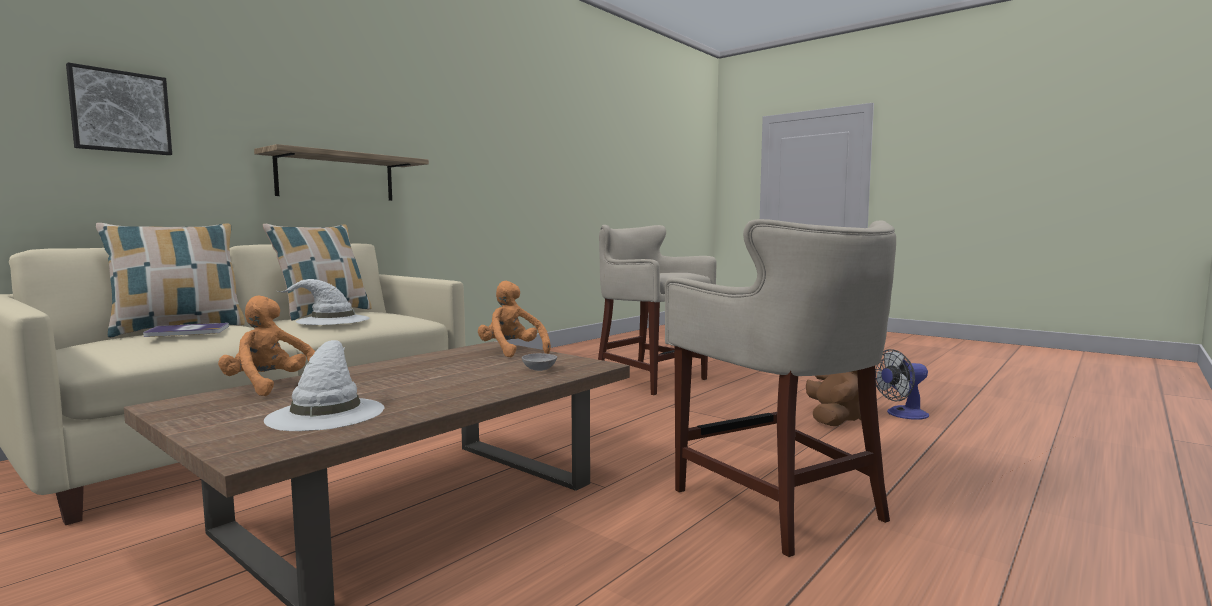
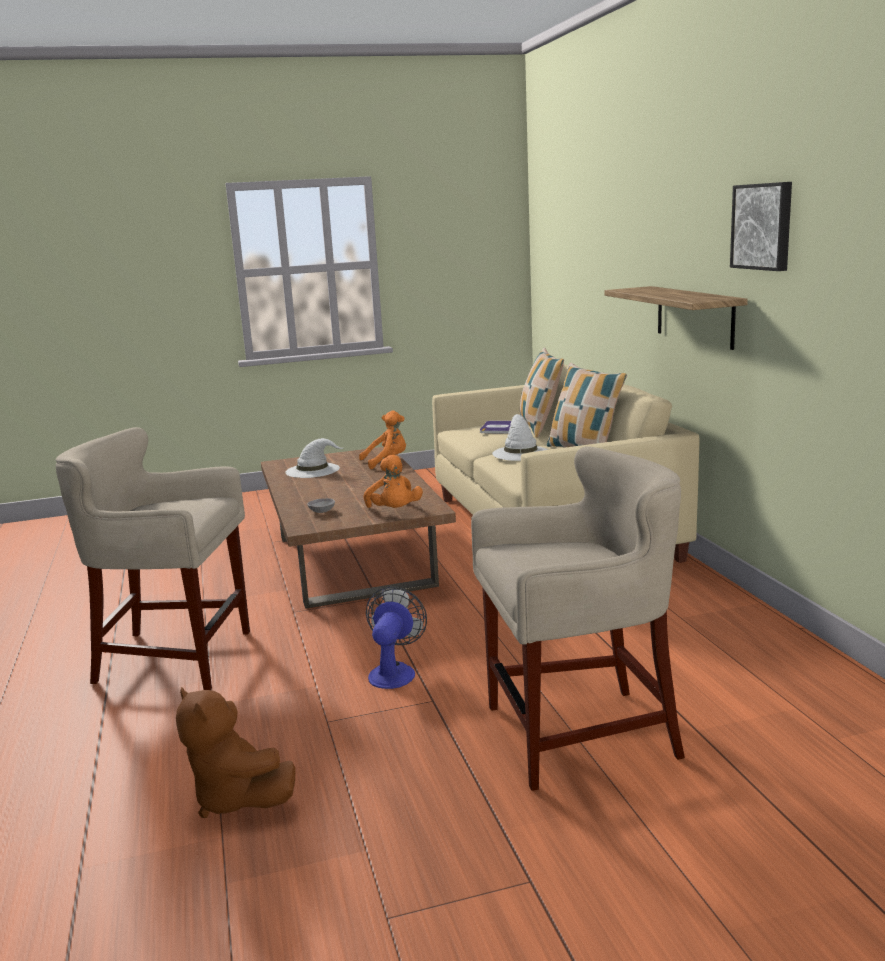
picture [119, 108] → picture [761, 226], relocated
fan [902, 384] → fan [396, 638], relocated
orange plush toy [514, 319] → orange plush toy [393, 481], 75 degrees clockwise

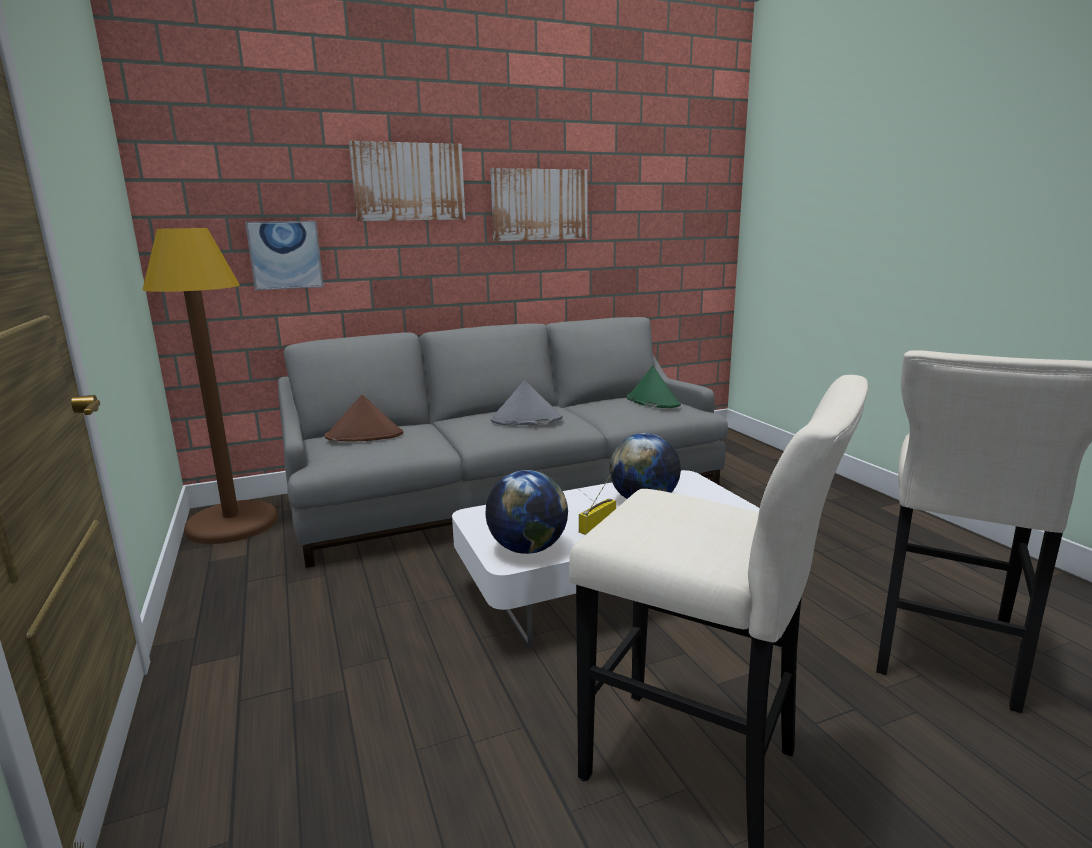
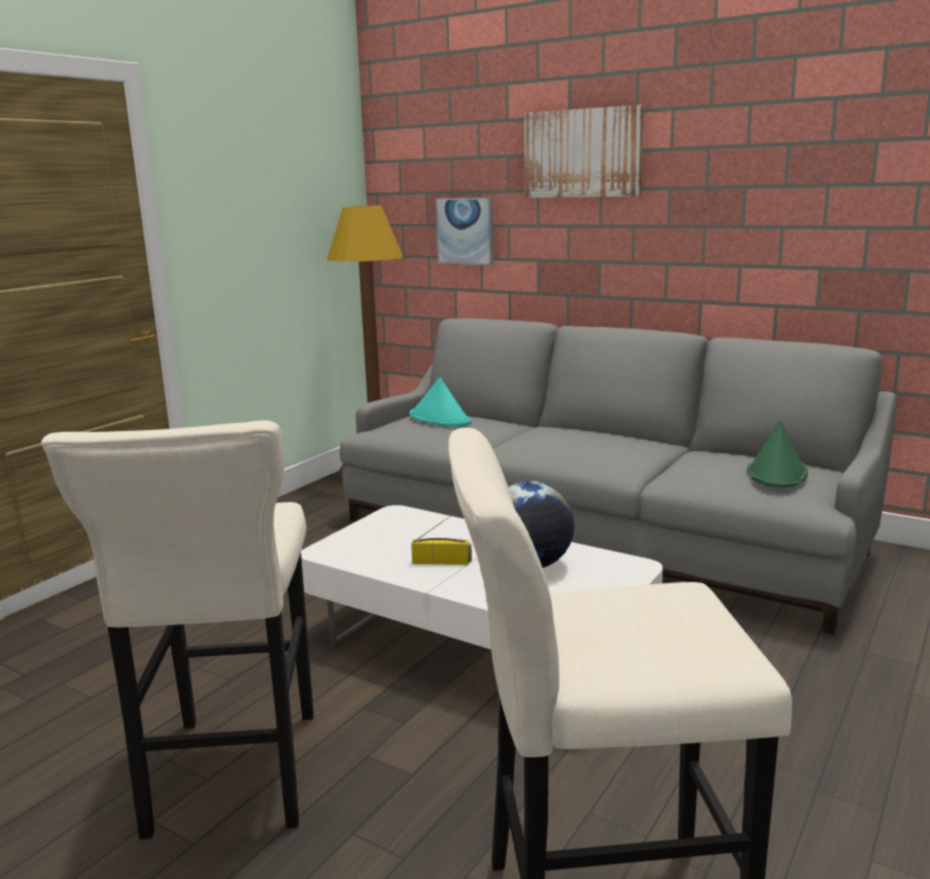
globe [526, 512] → -
picture [539, 204] → -
grey hat [527, 403] → -
brown hat [364, 418] → turquoise hat [440, 402]

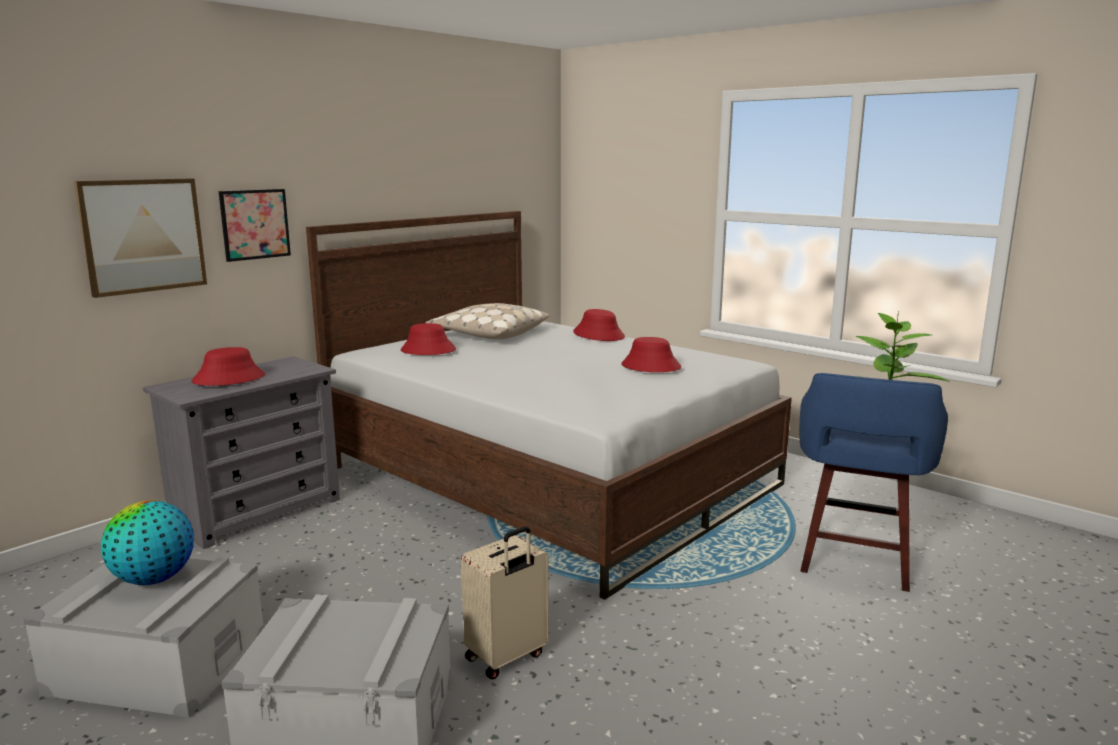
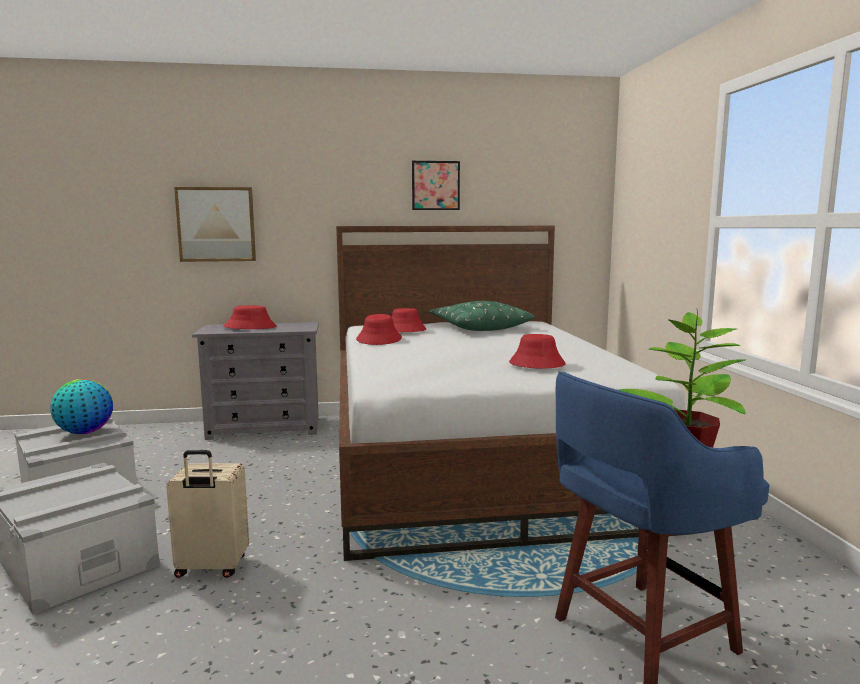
picture [255, 225] → picture [436, 185], relocated
red hat [599, 325] → red hat [379, 329], relocated
beige pillow [487, 321] → green pillow [481, 316]

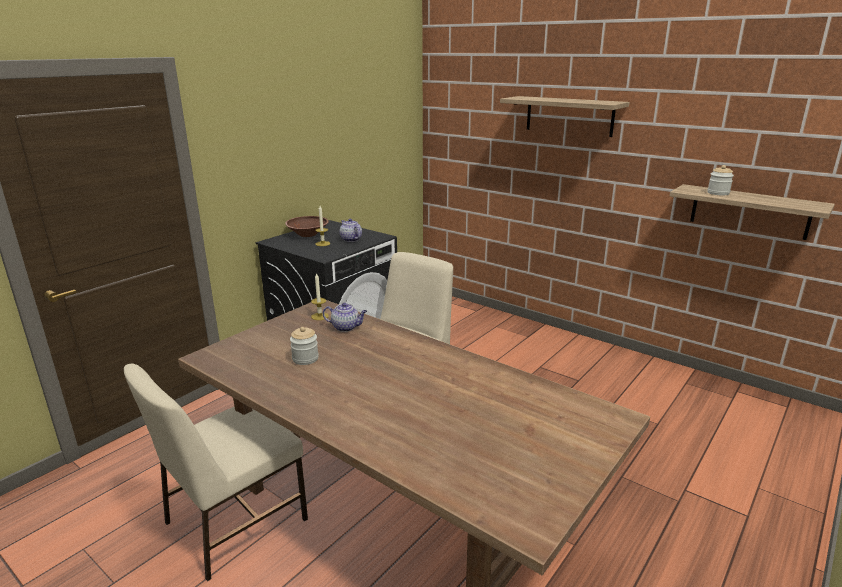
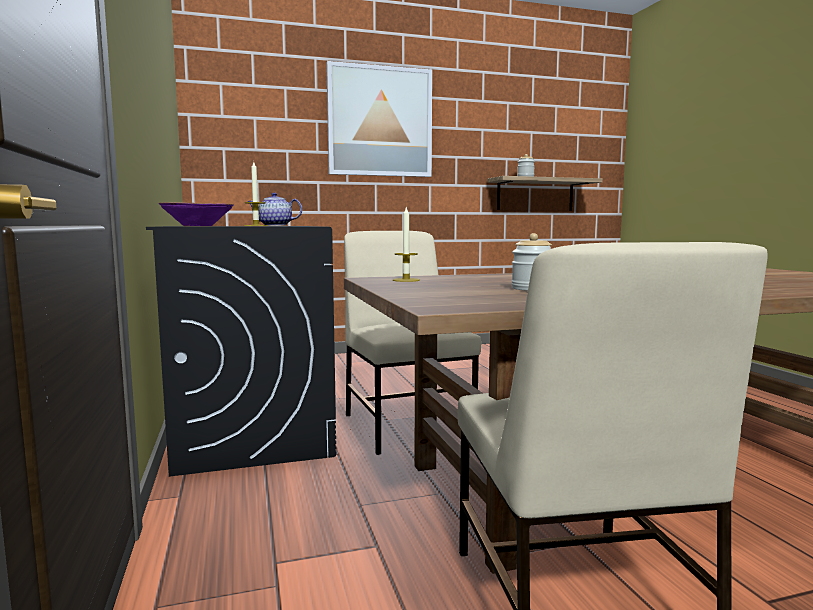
teapot [345, 317] → -
shelf [564, 116] → picture [379, 119]
brown bowl [307, 226] → purple bowl [196, 214]

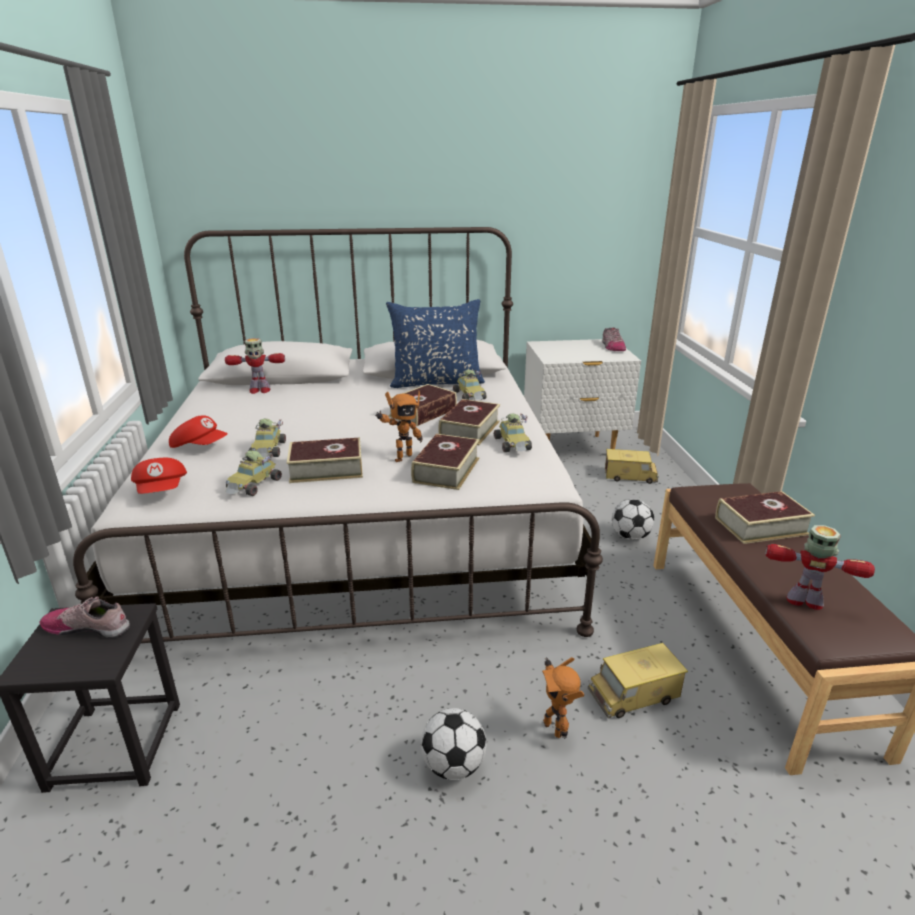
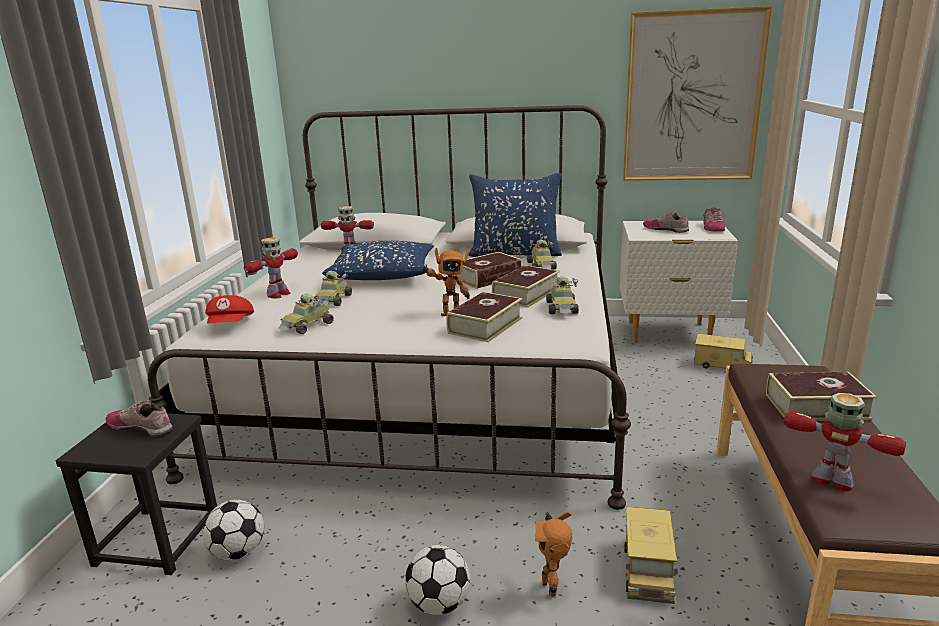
book [325, 460] → -
- → blue pillow [378, 260]
- → picture [697, 93]
- → shoe [666, 222]
football [633, 519] → football [233, 530], relocated
red cap [198, 431] → toy robot [271, 267]
toy truck [638, 681] → toy truck [651, 555], 75 degrees counterclockwise

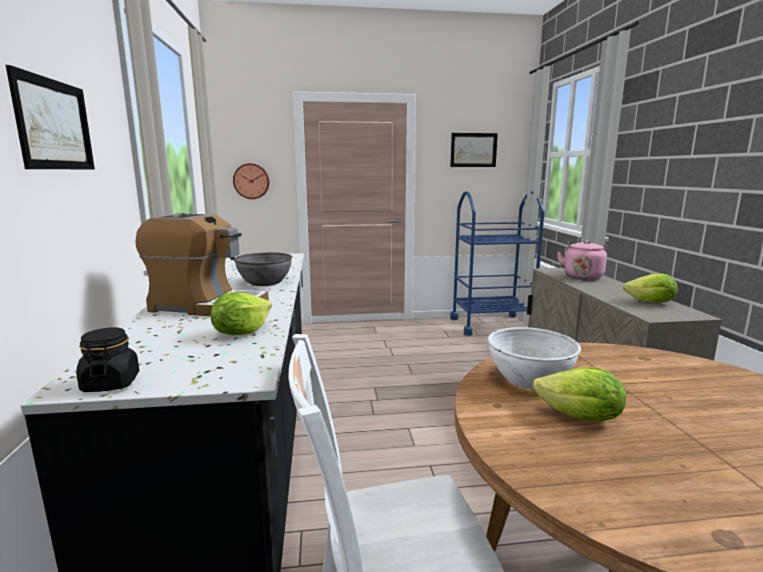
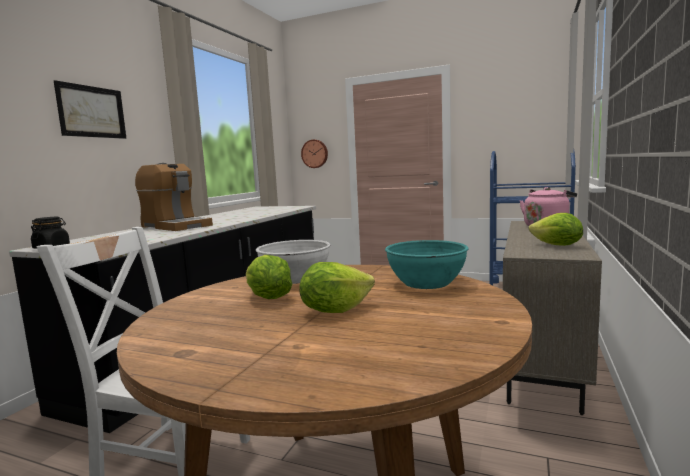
grey bowl [263, 269] → -
picture [474, 150] → -
- → turquoise bowl [427, 264]
lettuce [241, 313] → lettuce [337, 287], relocated

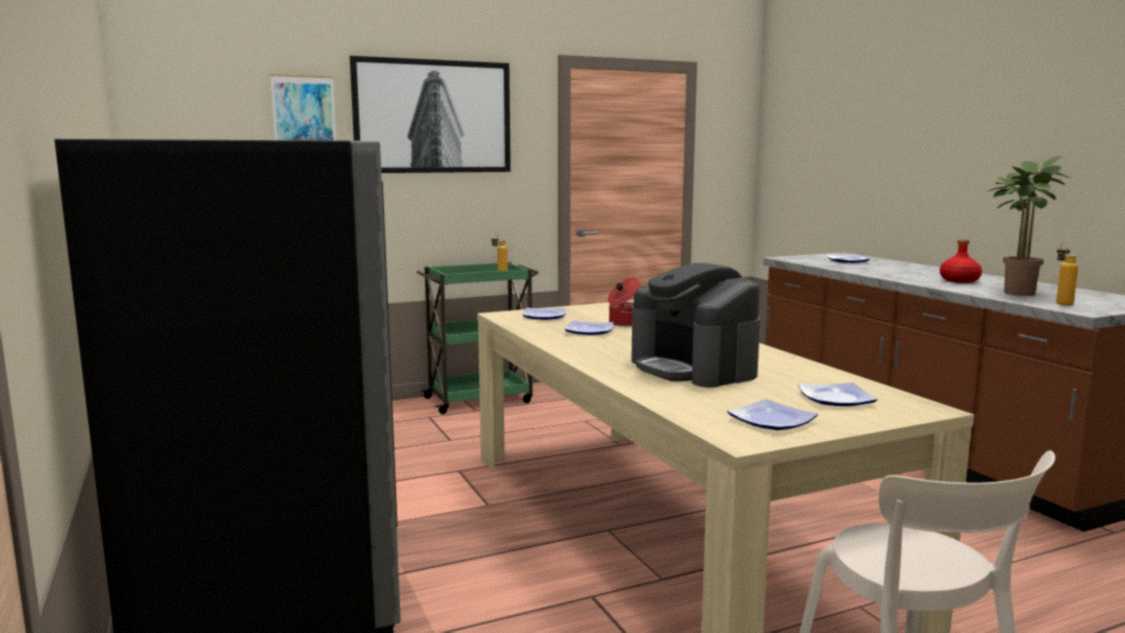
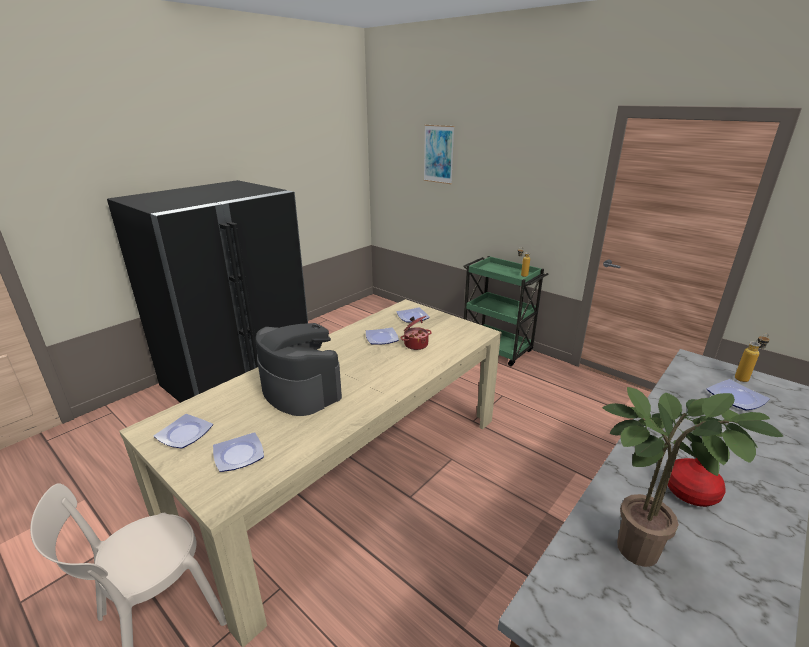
picture [430, 114] → -
bottle [1067, 273] → bottle [752, 357], relocated
coffee machine [695, 325] → coffee machine [298, 369], 105 degrees clockwise

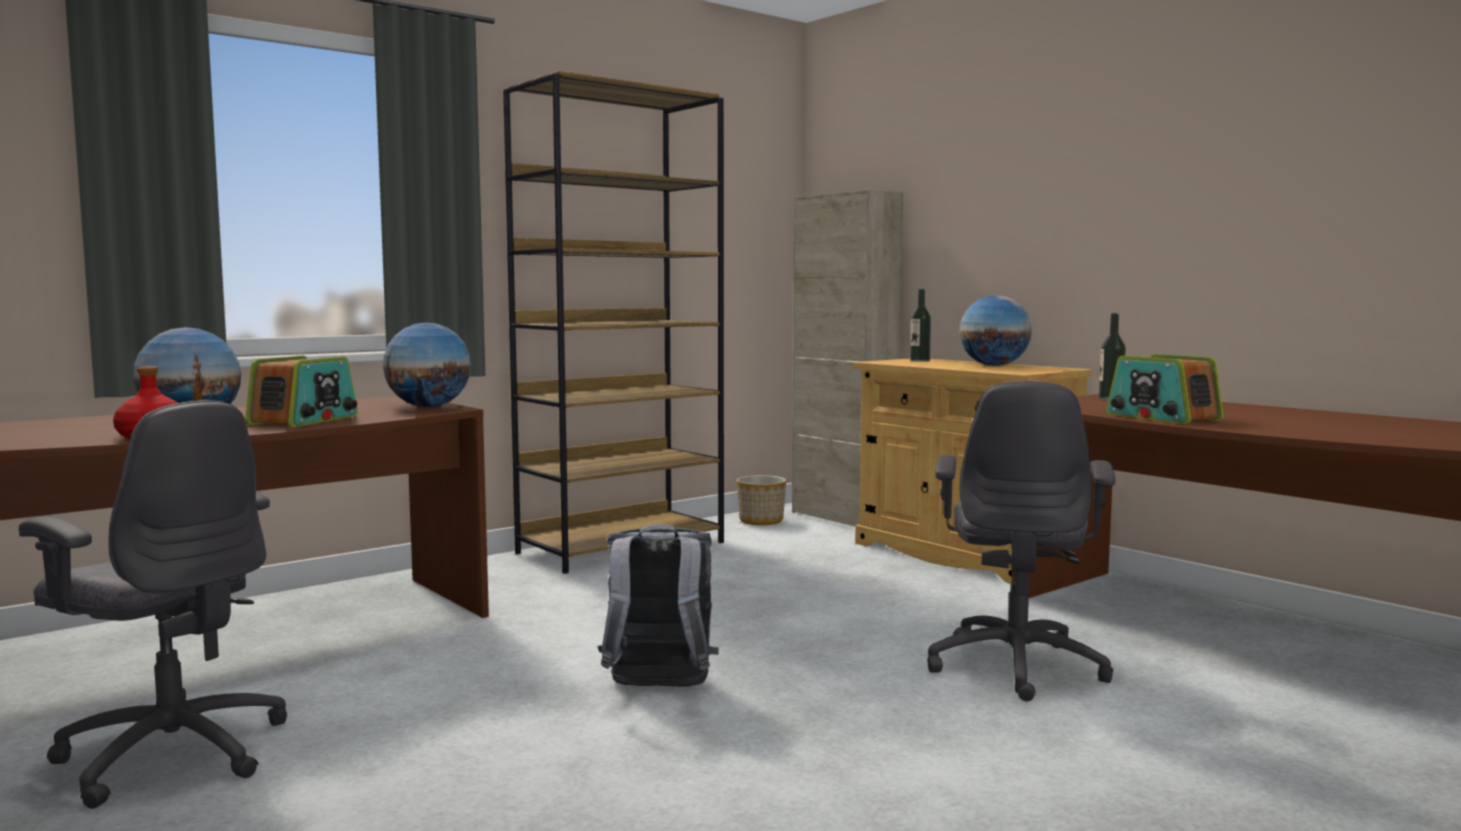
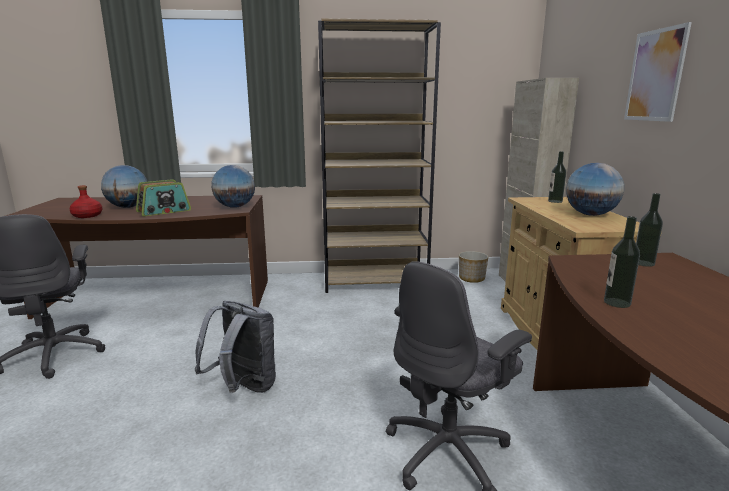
- → picture [658, 72]
radio [1165, 389] → bottle [622, 262]

